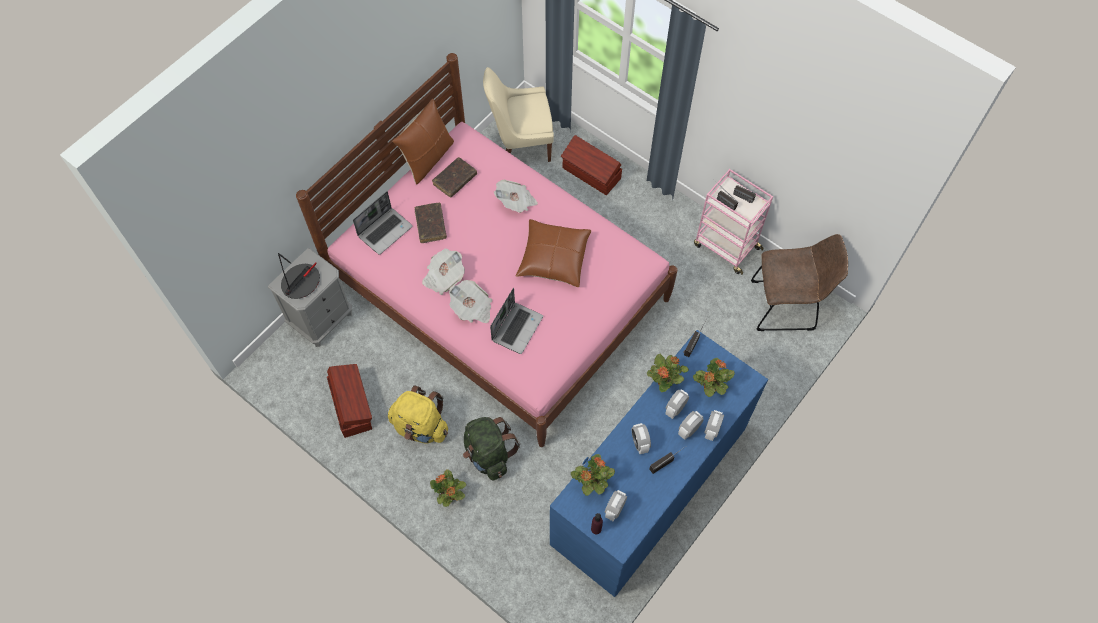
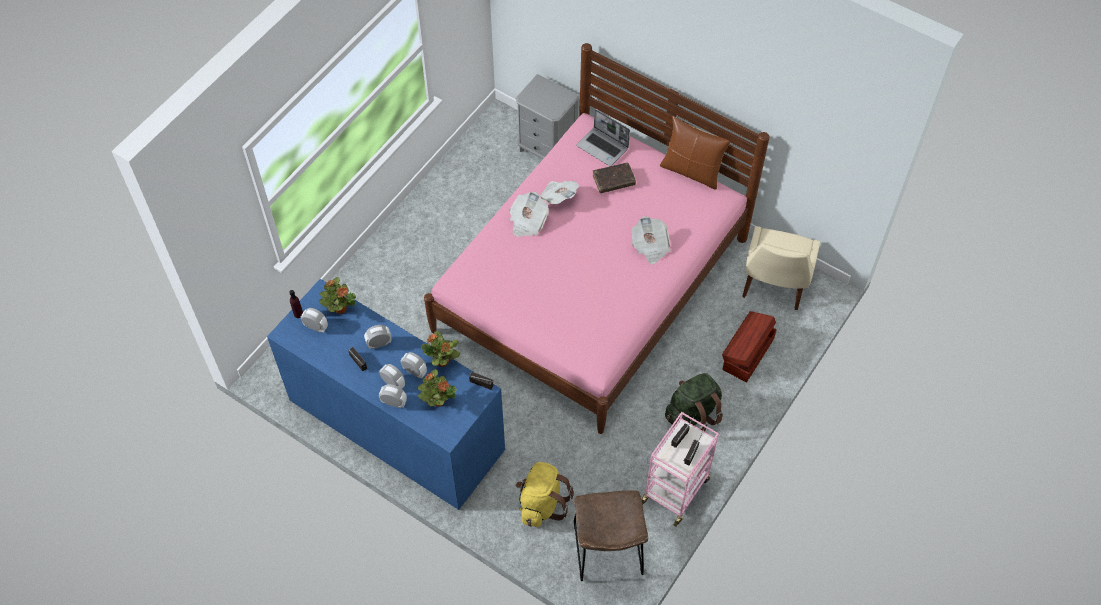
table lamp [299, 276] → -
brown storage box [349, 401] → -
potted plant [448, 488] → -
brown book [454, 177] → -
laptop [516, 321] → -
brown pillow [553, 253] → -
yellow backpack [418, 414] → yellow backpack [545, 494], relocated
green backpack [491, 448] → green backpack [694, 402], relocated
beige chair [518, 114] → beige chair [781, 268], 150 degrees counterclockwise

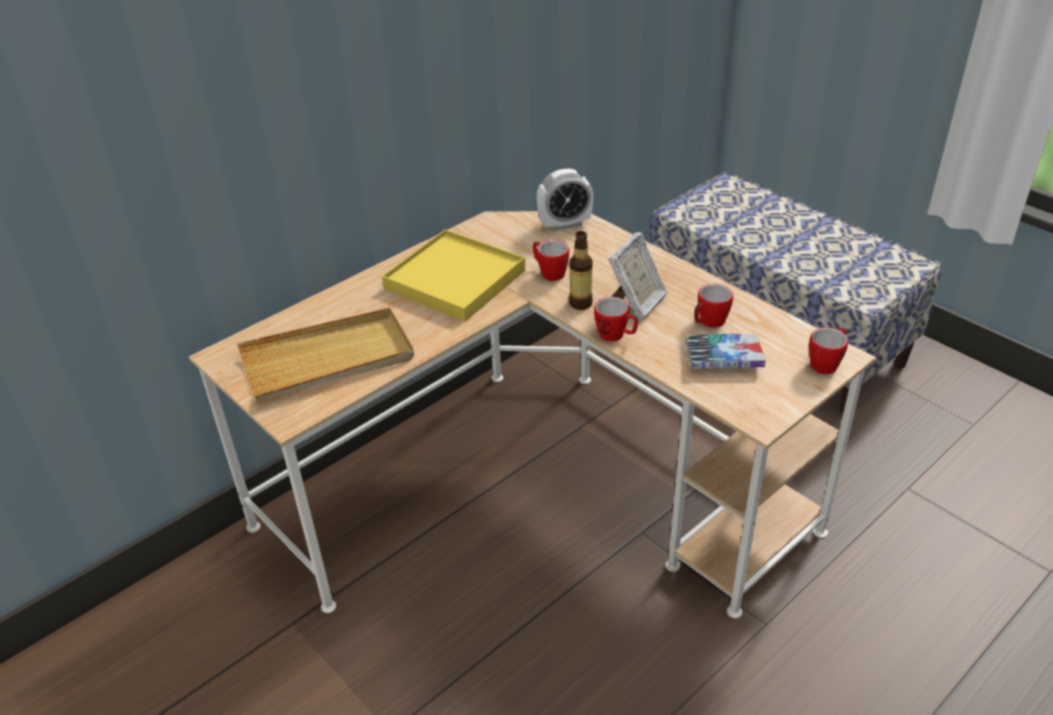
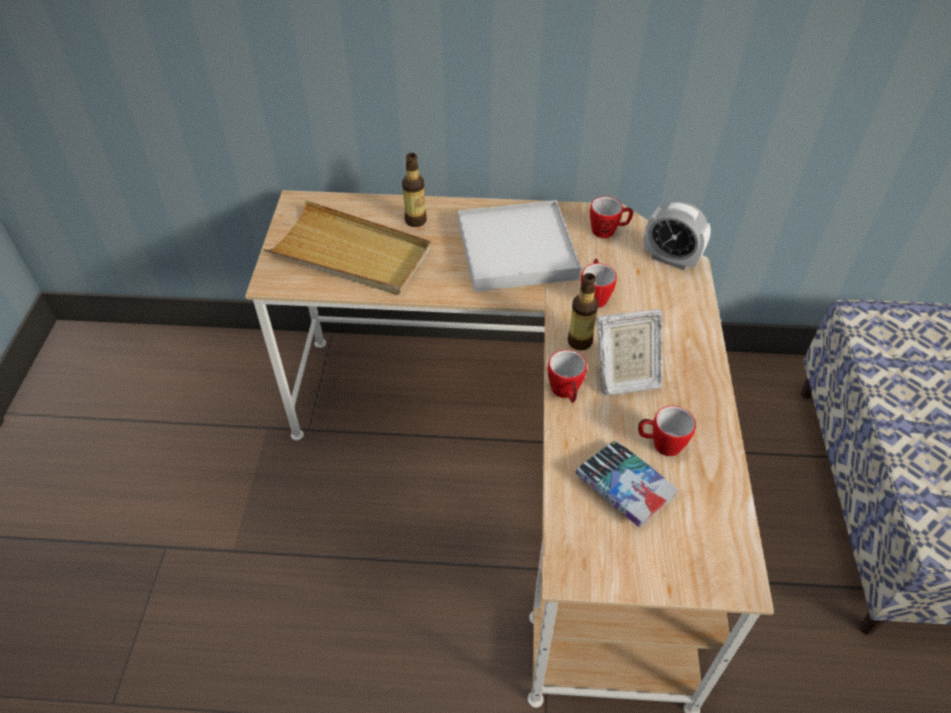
- → bottle [414, 190]
mug [828, 350] → mug [611, 217], relocated
yellow tray [453, 275] → white tray [519, 246]

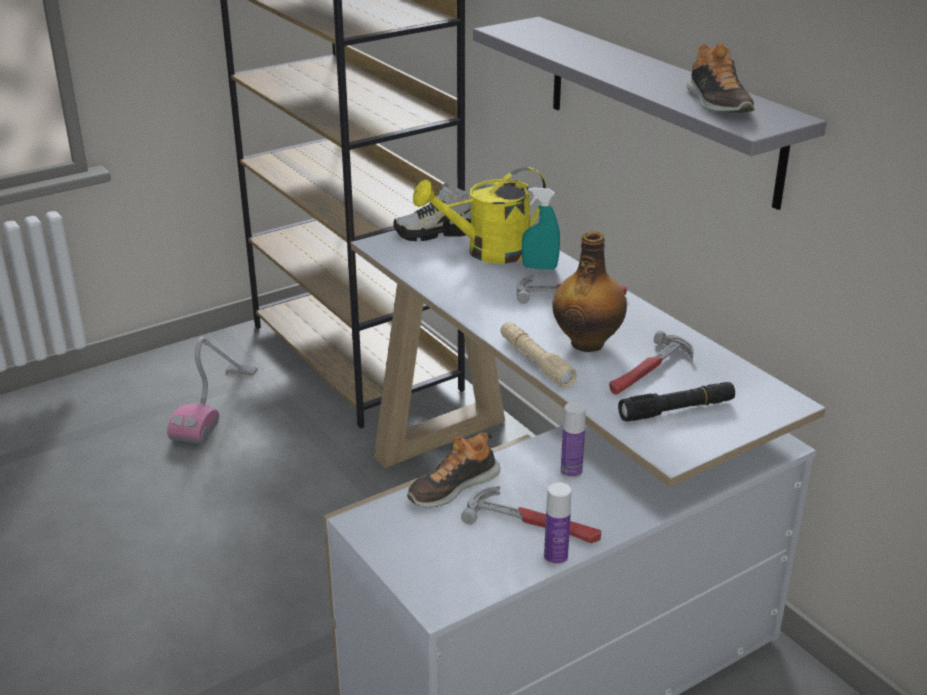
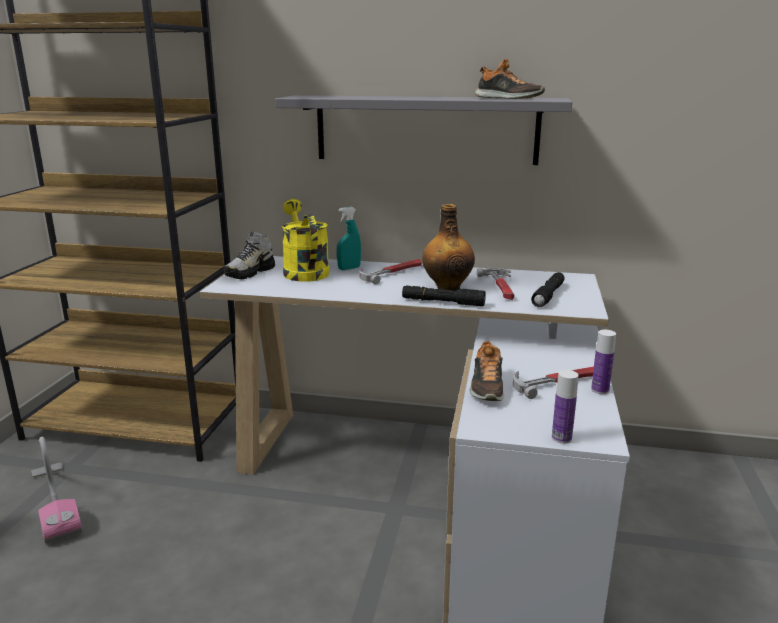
bottle [573, 440] → bottle [565, 407], relocated
beige flashlight [538, 355] → black flashlight [444, 296]
yellow watering can [480, 215] → yellow watering can [306, 240], 135 degrees clockwise

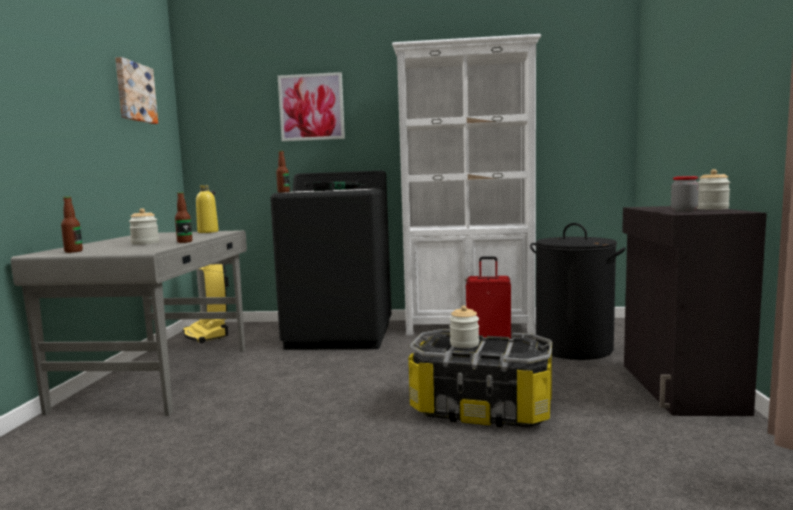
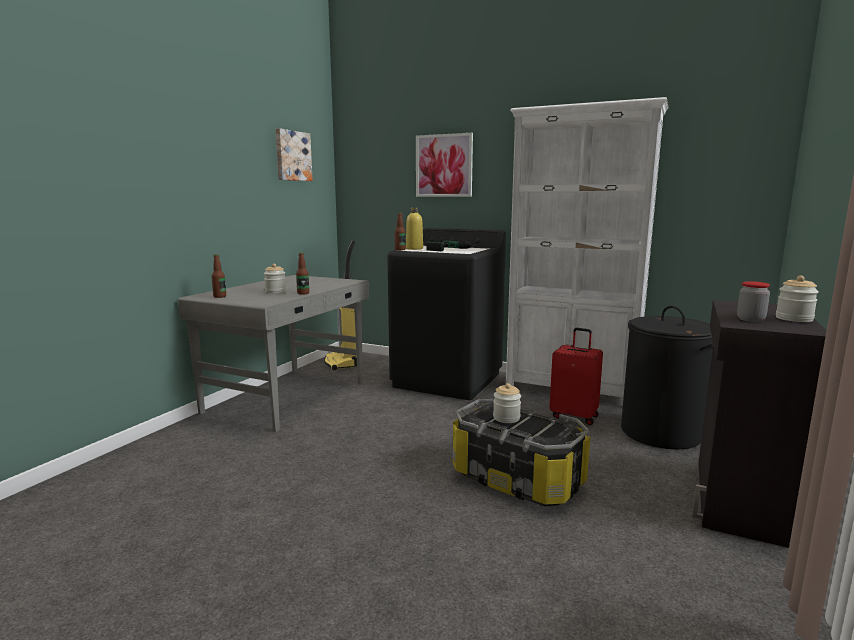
yellow bottle [207, 209] → yellow bottle [414, 229], relocated

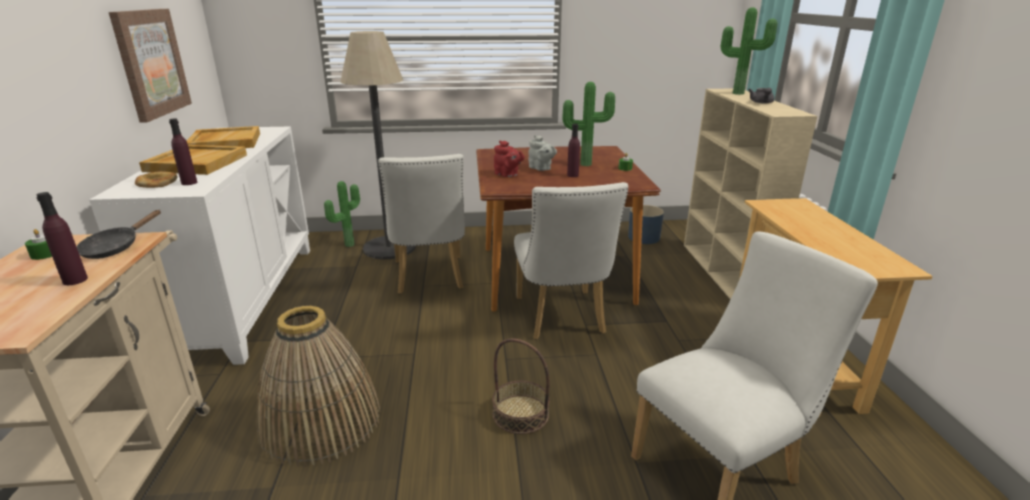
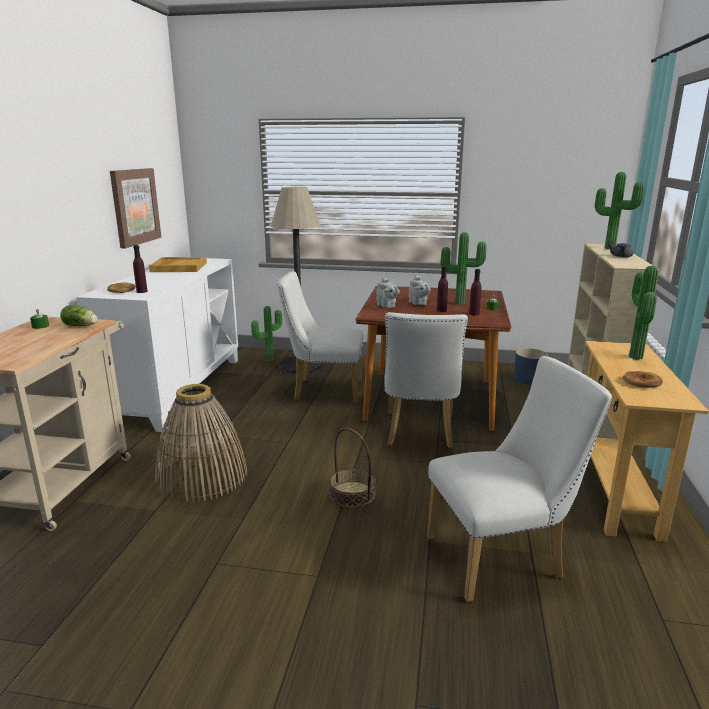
beige tray [193, 160] → -
- → bread [643, 379]
- → potted plant [643, 313]
purple bottle [62, 238] → purple bottle [475, 292], relocated
black frying pan [118, 234] → lettuce [78, 315]
red teapot [509, 158] → grey teapot [388, 292]
white chair [421, 224] → white chair [320, 337], 90 degrees clockwise

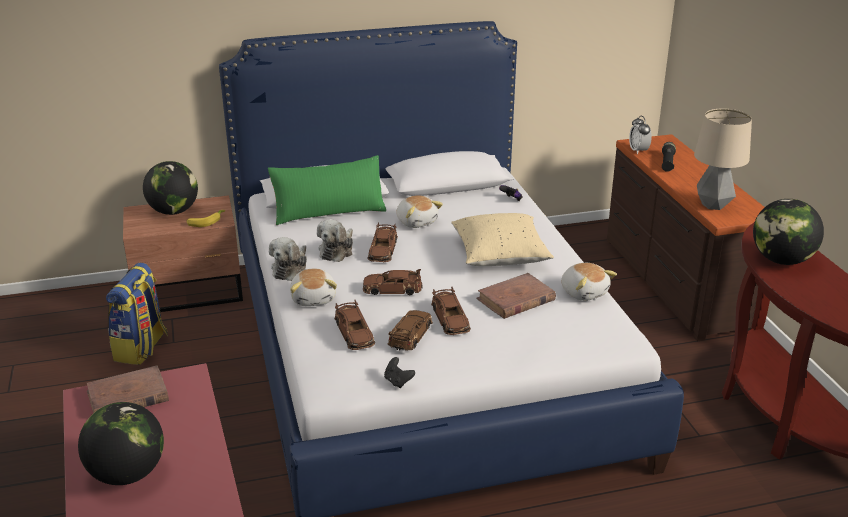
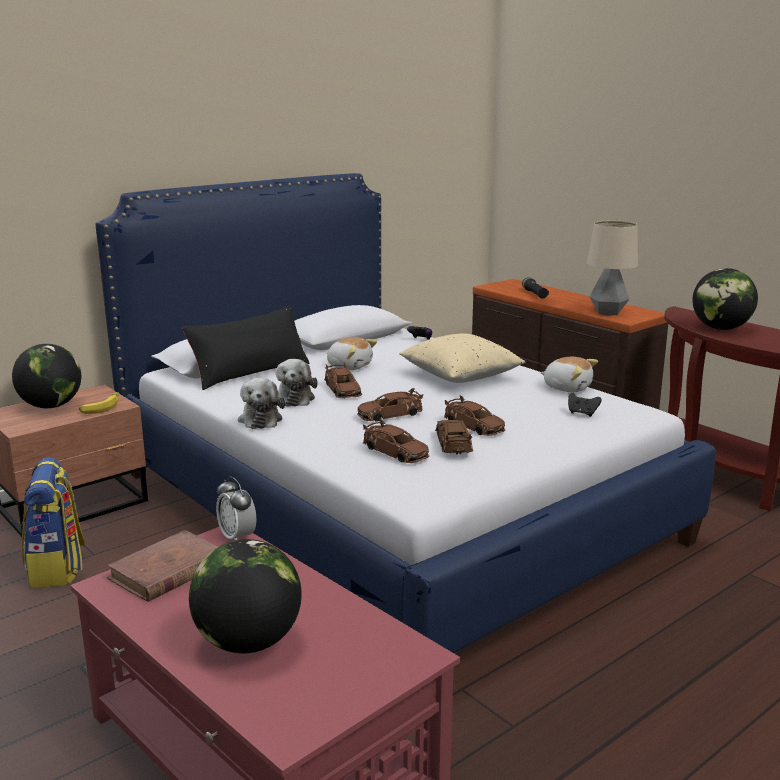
plush toy [313, 287] → -
brown book [516, 296] → -
black game controller [399, 372] → black game controller [585, 405], relocated
alarm clock [640, 134] → alarm clock [236, 508], relocated
green pillow [327, 190] → black pillow [246, 348]

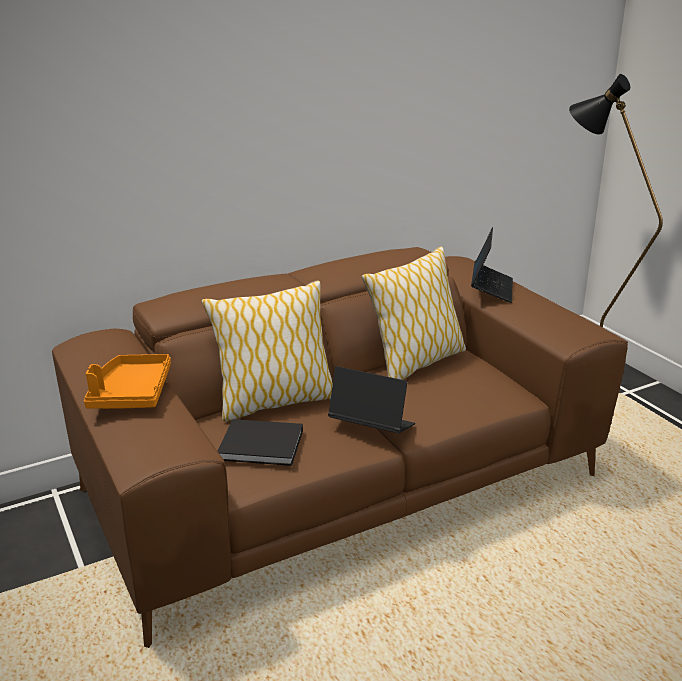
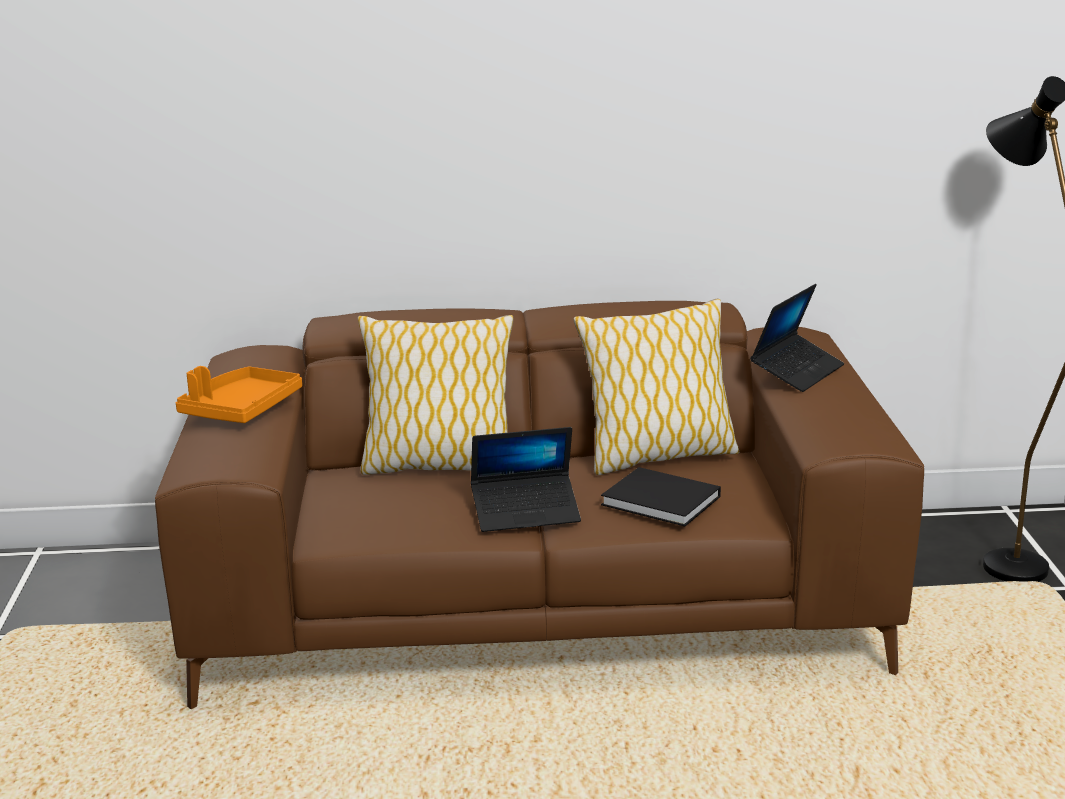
black book [260, 442] → black book [661, 496], relocated
laptop [371, 399] → laptop [526, 479], 120 degrees clockwise

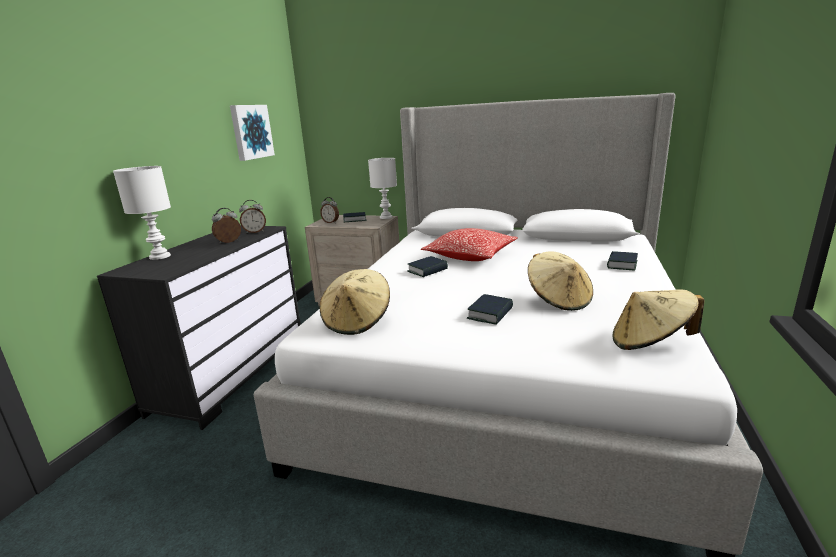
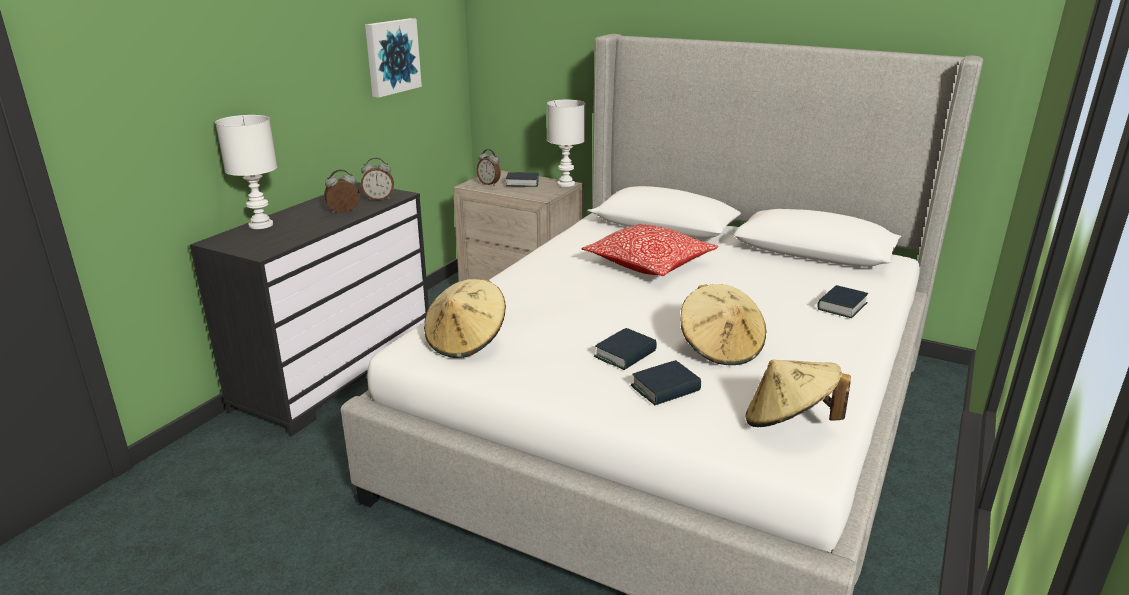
book [427, 266] → book [666, 382], relocated

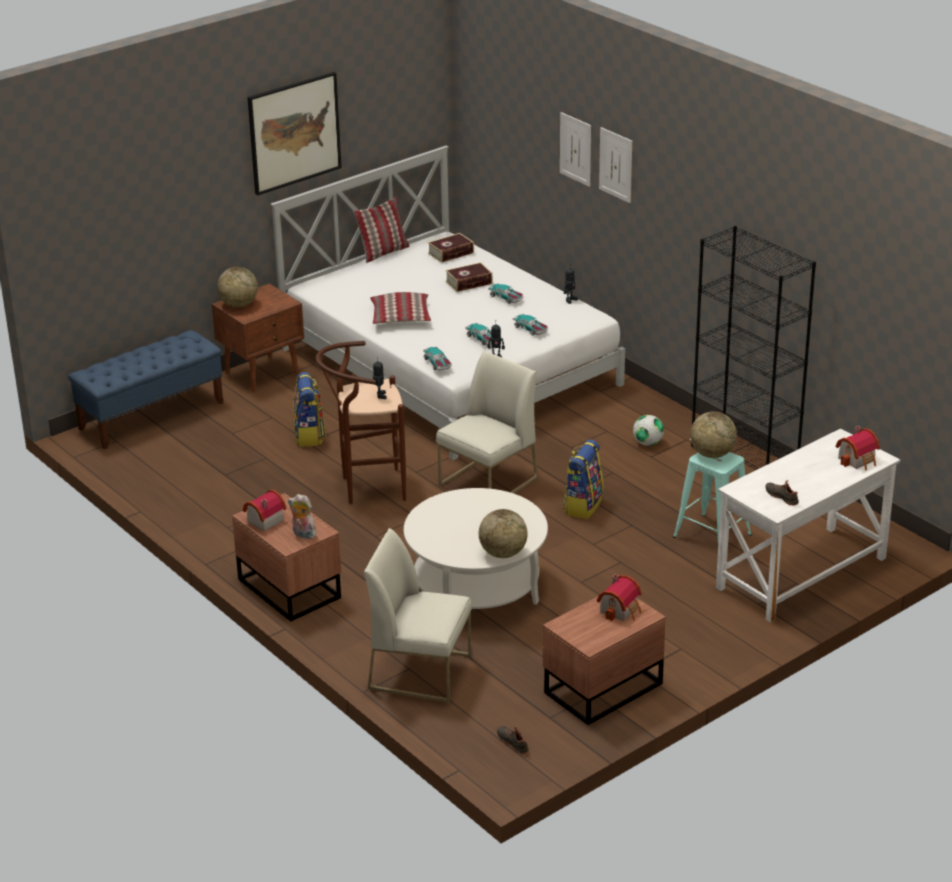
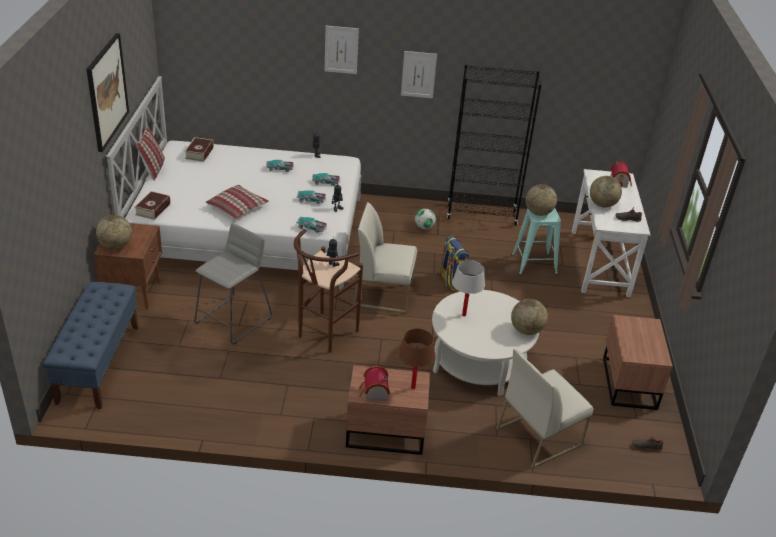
toy house [619, 597] → -
- → white table lamp [468, 288]
- → globe [606, 192]
book [469, 277] → book [152, 205], relocated
picture [575, 149] → picture [419, 74], relocated
plush toy [302, 516] → brown table lamp [416, 359]
backpack [309, 409] → grey stool [233, 284]
white chair [487, 422] → white chair [385, 258], 75 degrees counterclockwise

